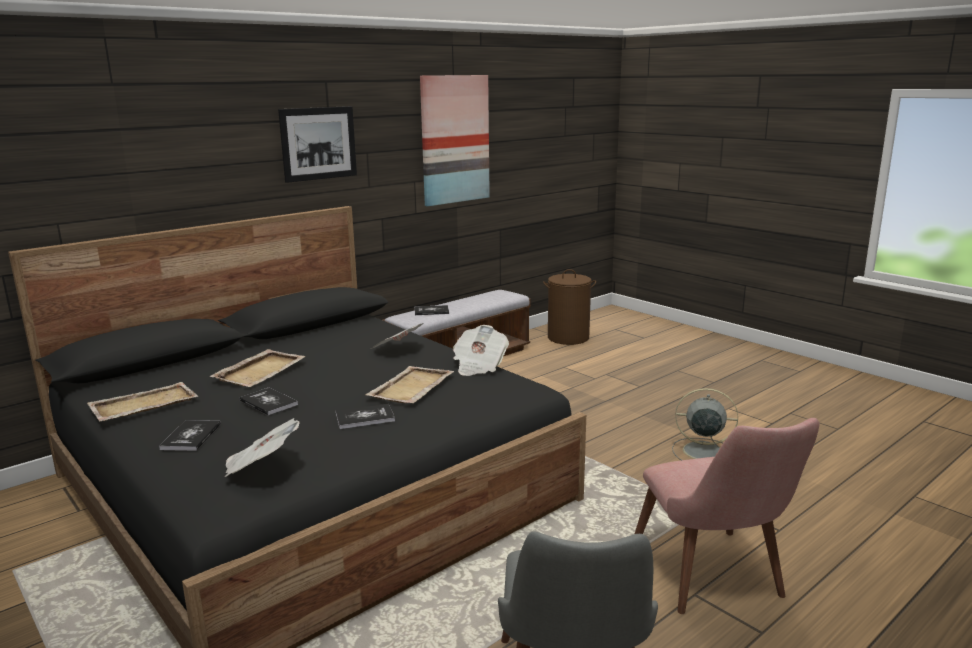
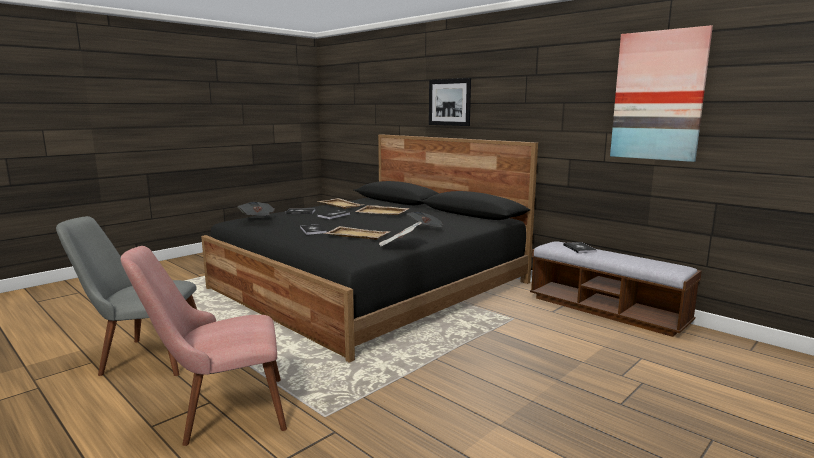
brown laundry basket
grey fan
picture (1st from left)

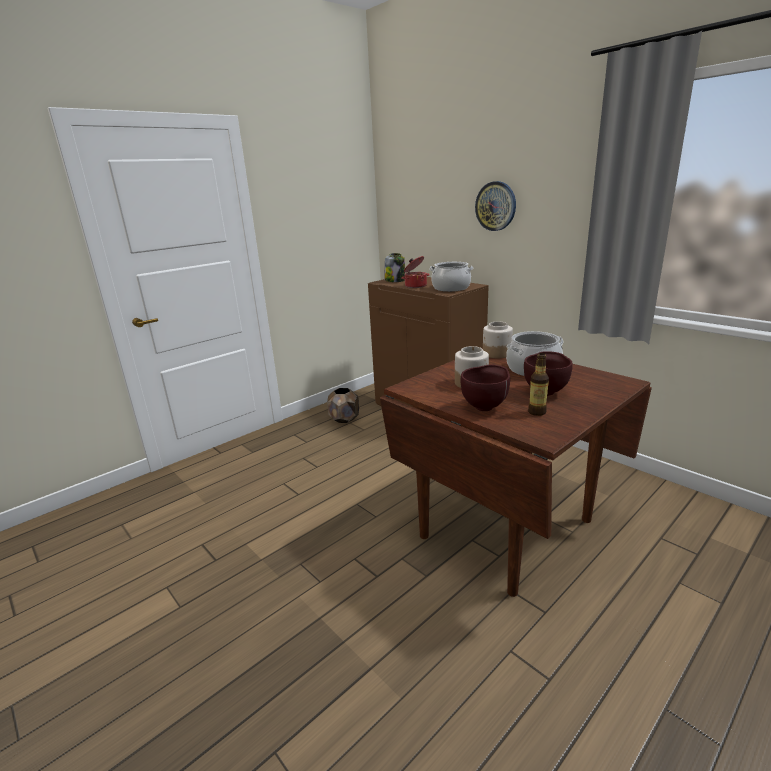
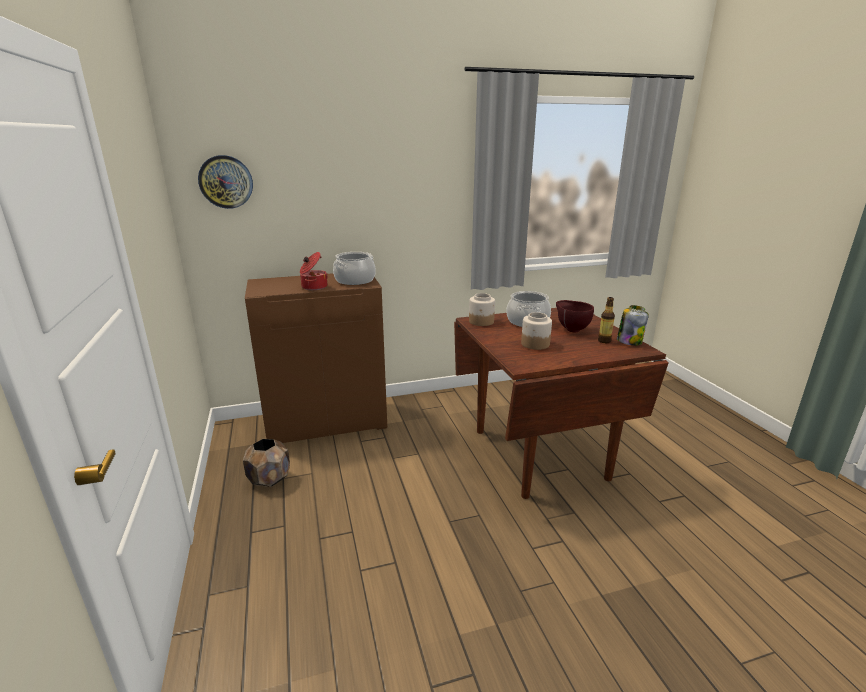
brown bowl (1st from left in the first image)
jar (3rd from left)
wall clock

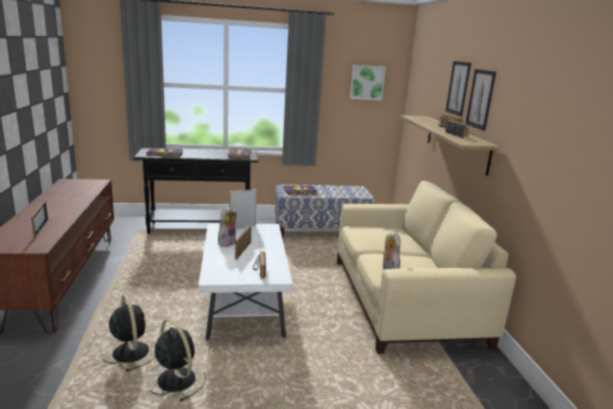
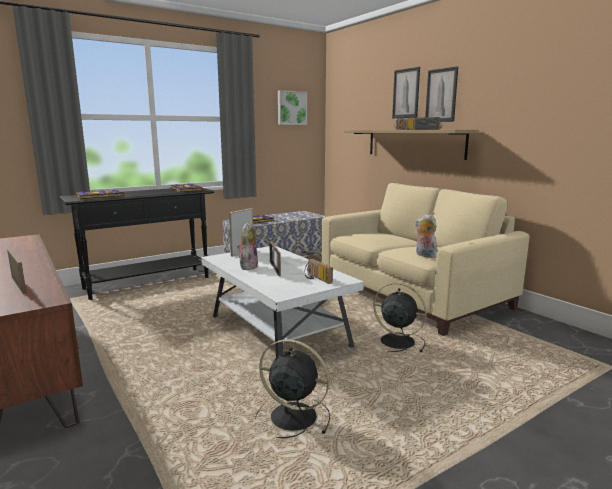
black fan (2nd from left)

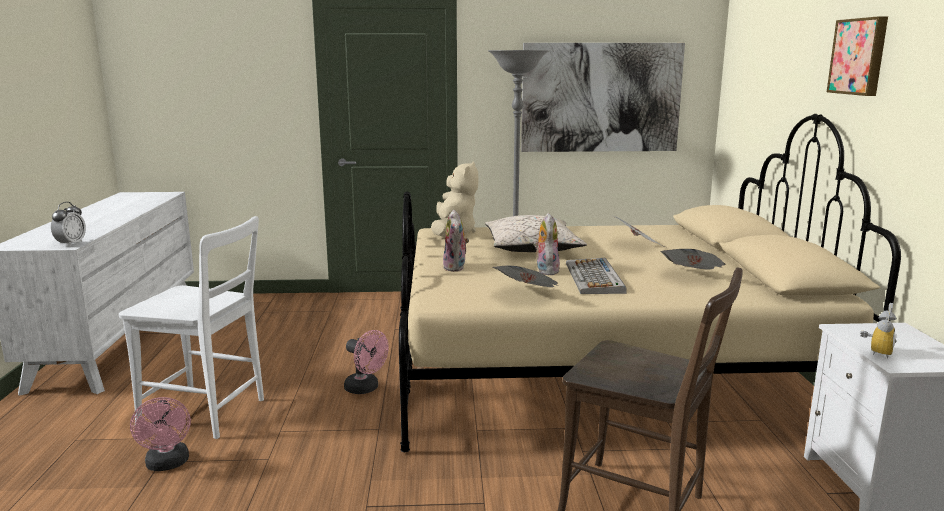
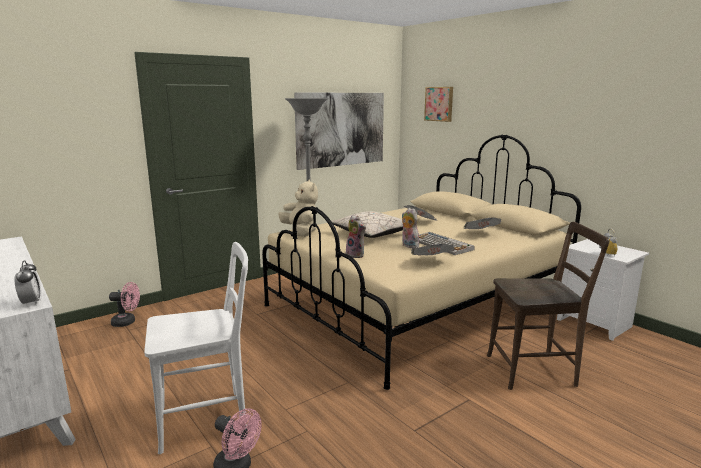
pink fan (1st from left)
picture (2nd from left)

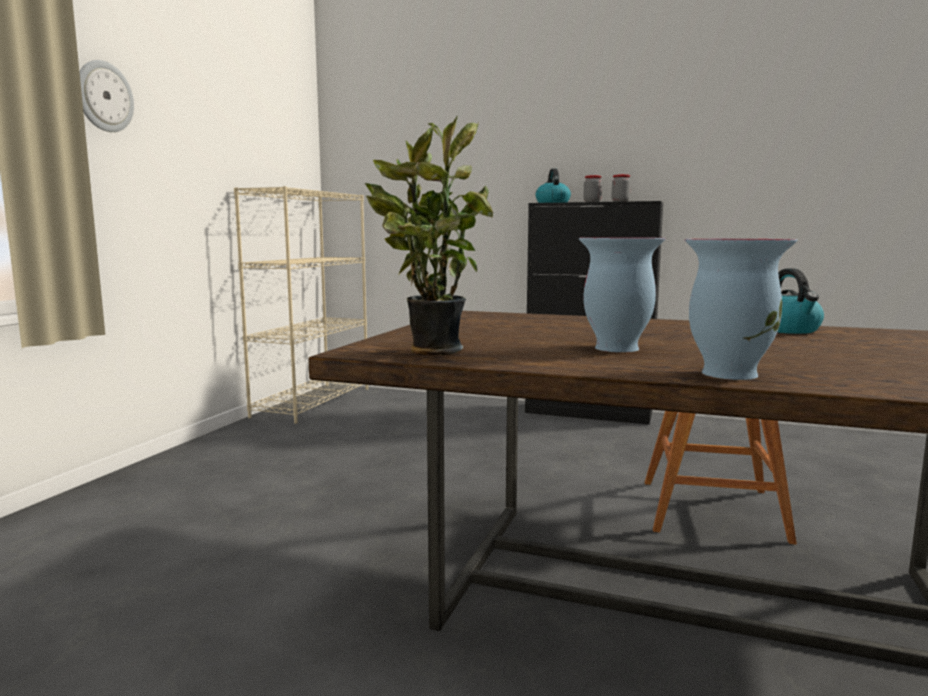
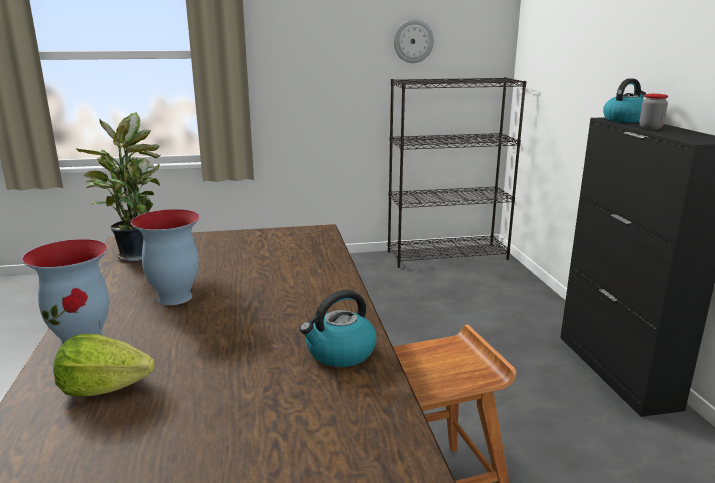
jar (2nd from left in the first image)
lettuce
wall clock
black bookcase

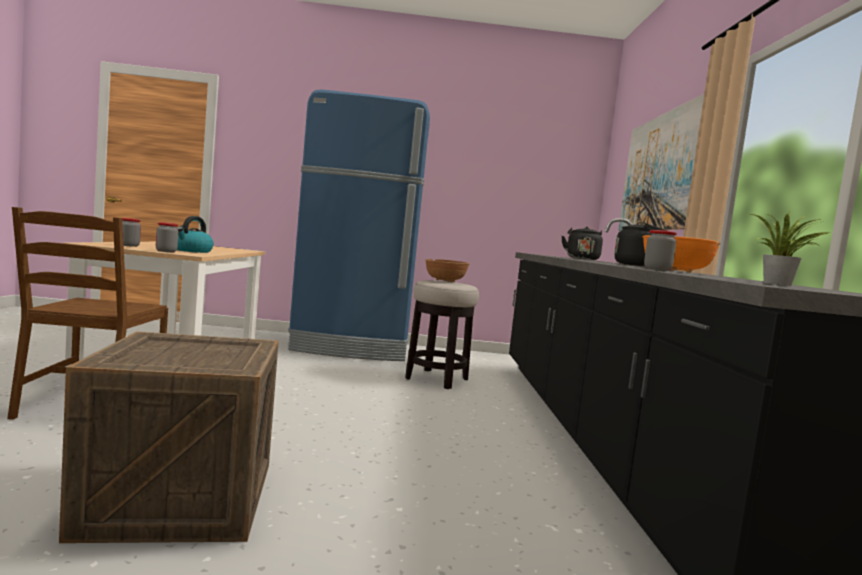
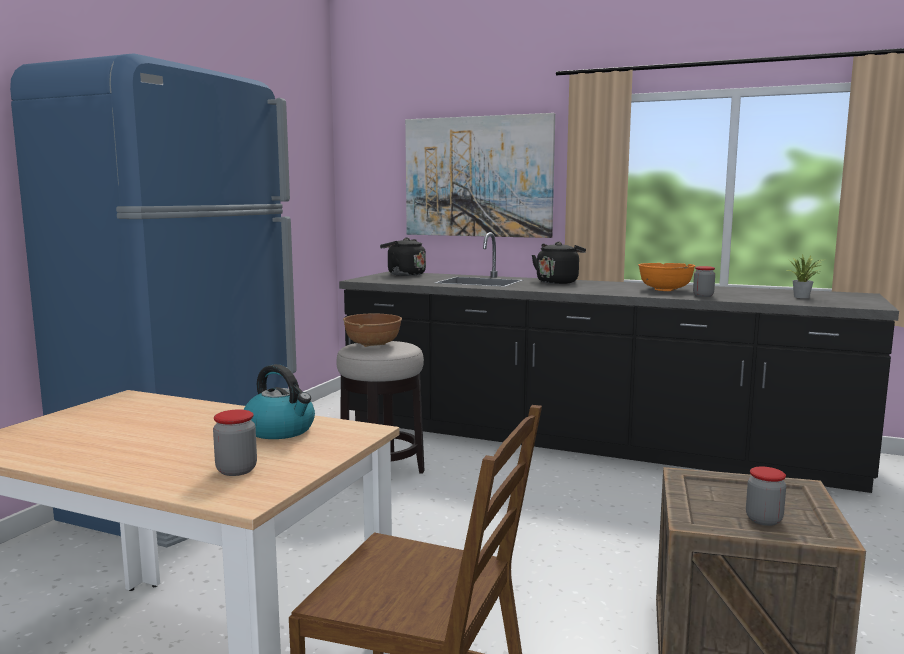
jar (3rd from left)

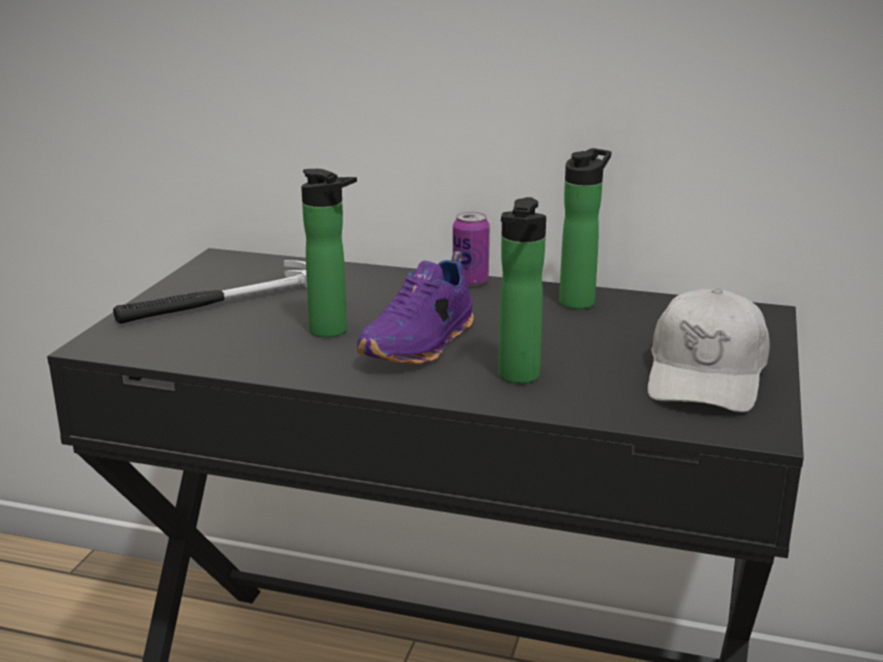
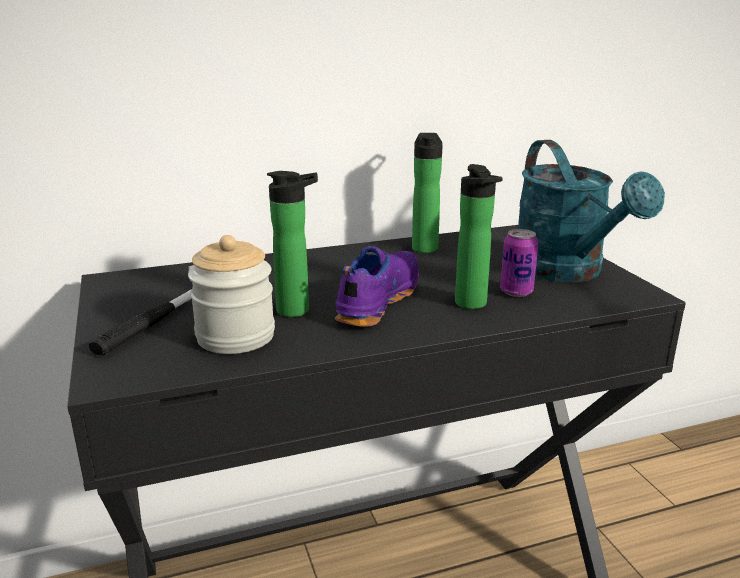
jar
can
turquoise watering can
purple shoe

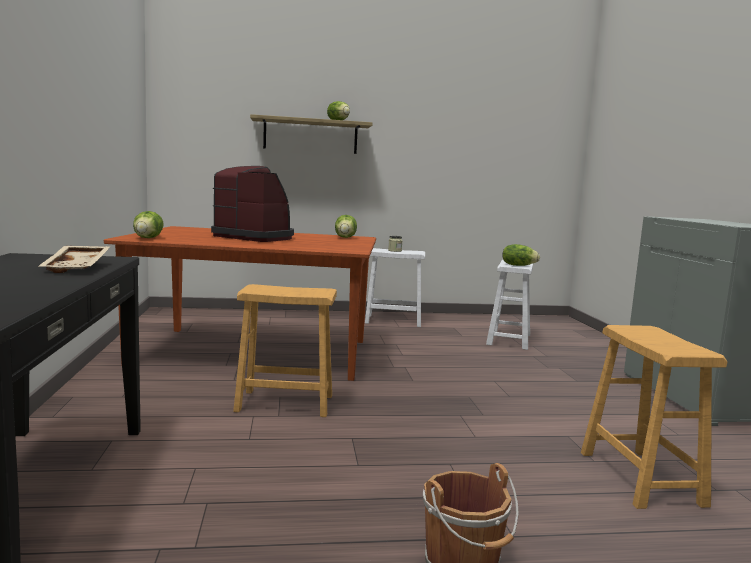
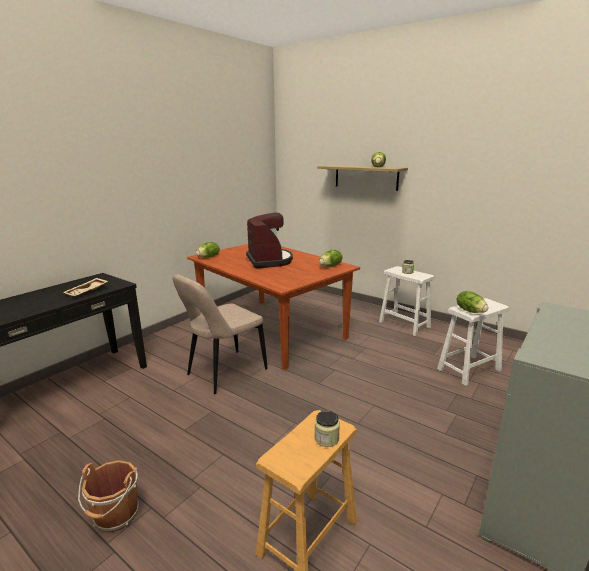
jar (1st from left)
beige chair

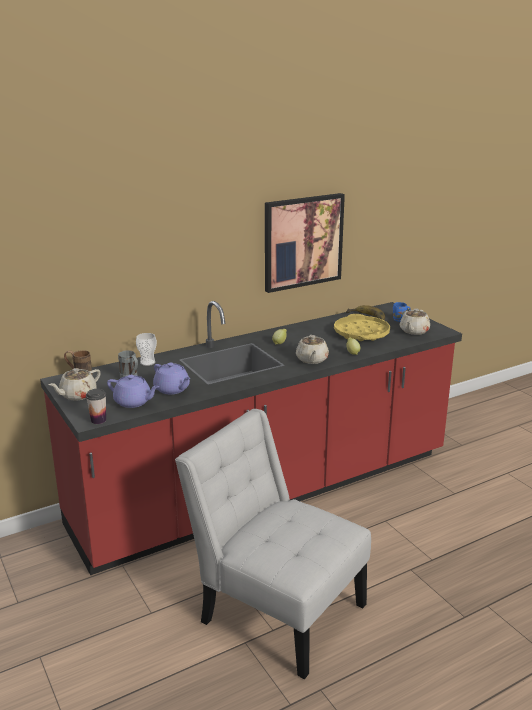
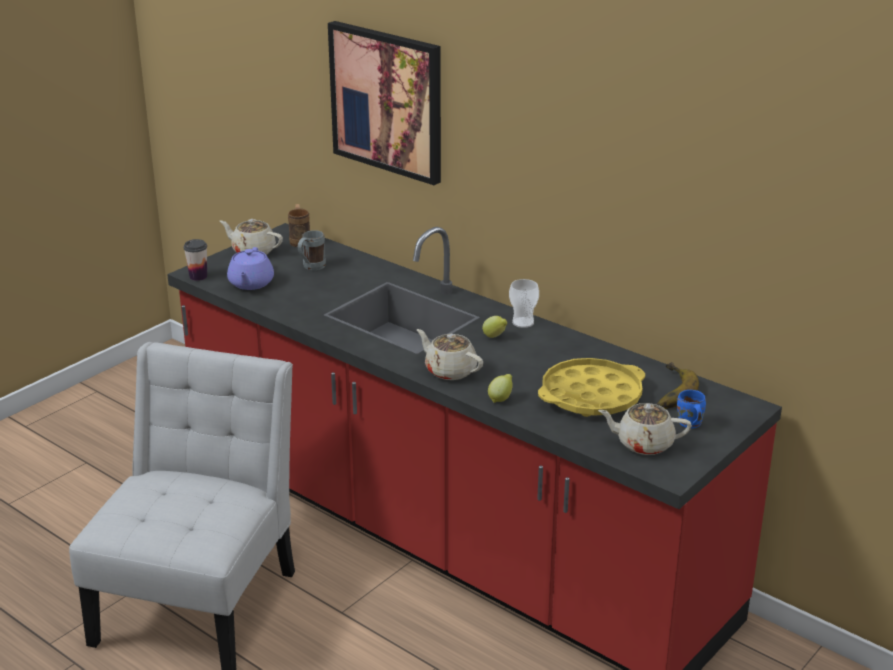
purple teapot (2nd from left in the first image)
cup (2nd from left)
picture
beige teapot (2nd from left)

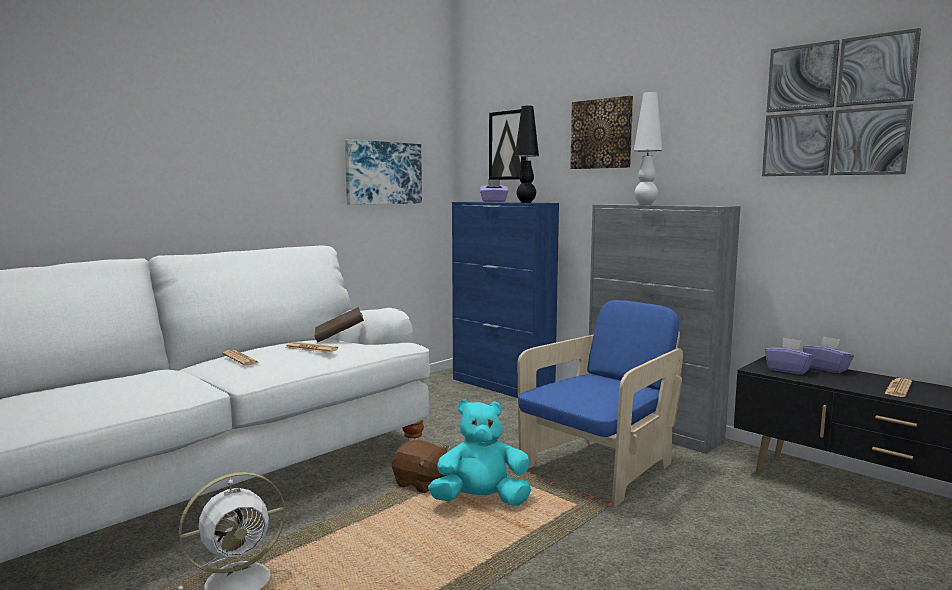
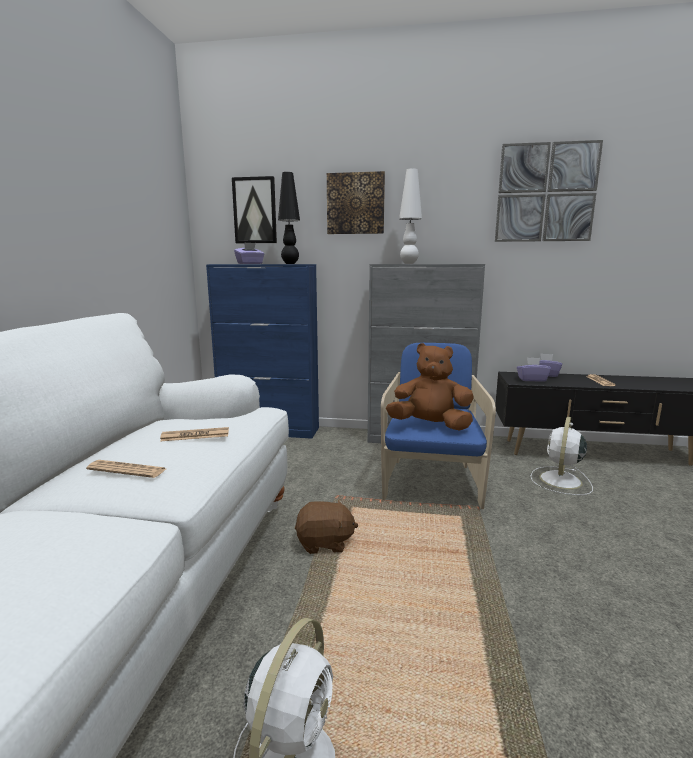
brown book
picture (1st from left in the first image)
turquoise plush toy
brown plush toy (2nd from left)
white fan (2nd from left)

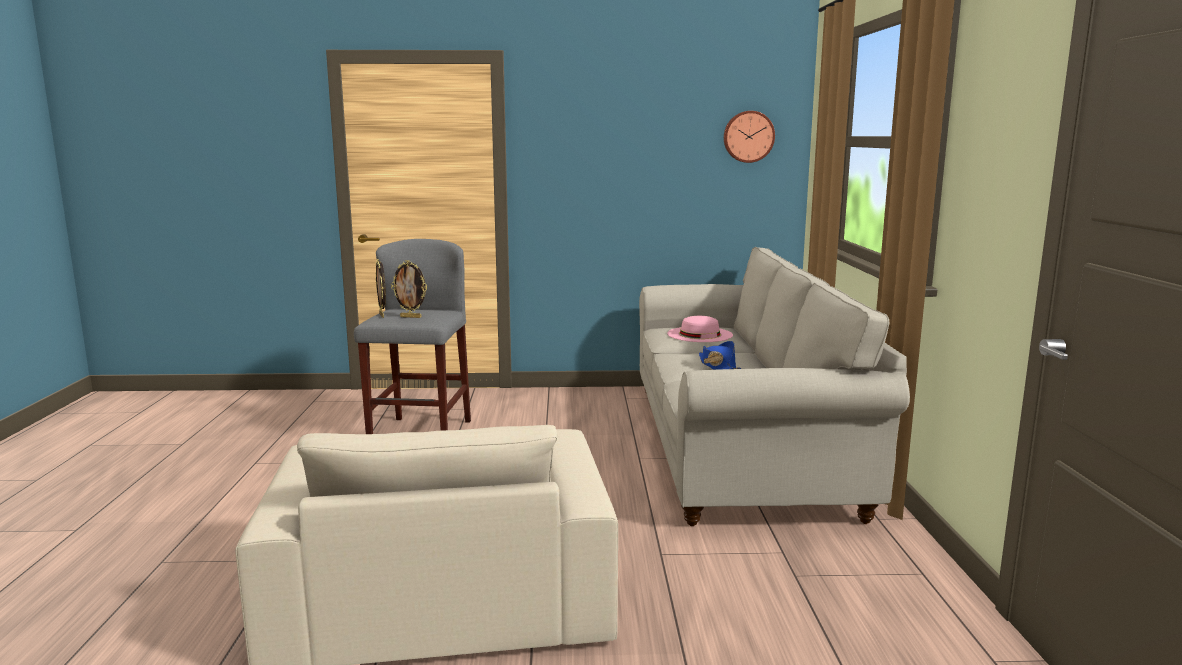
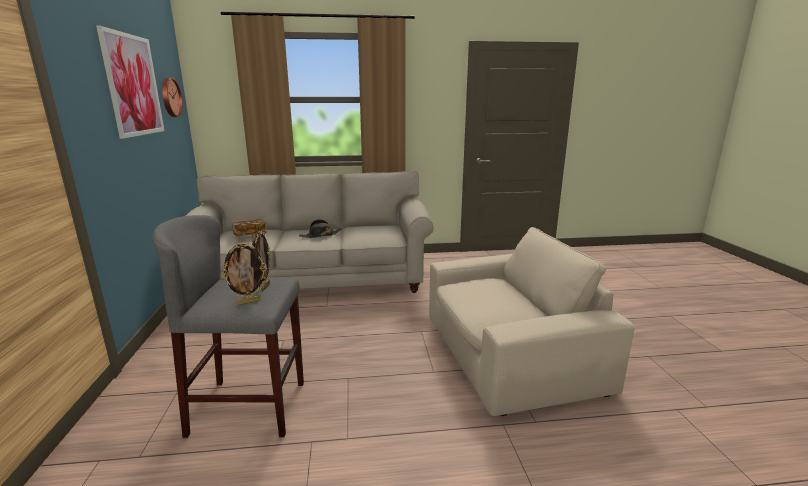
picture
book
black hat

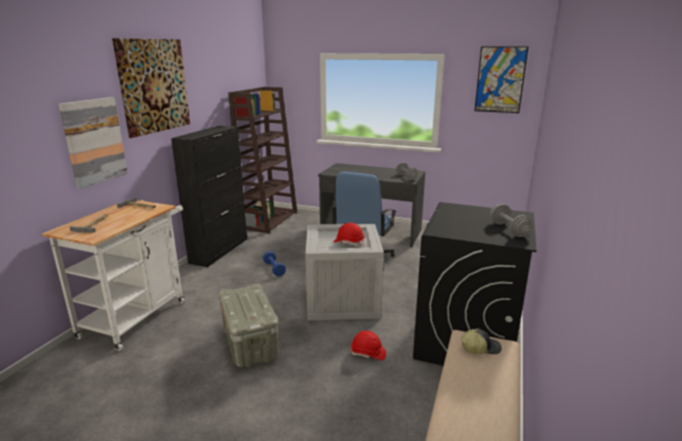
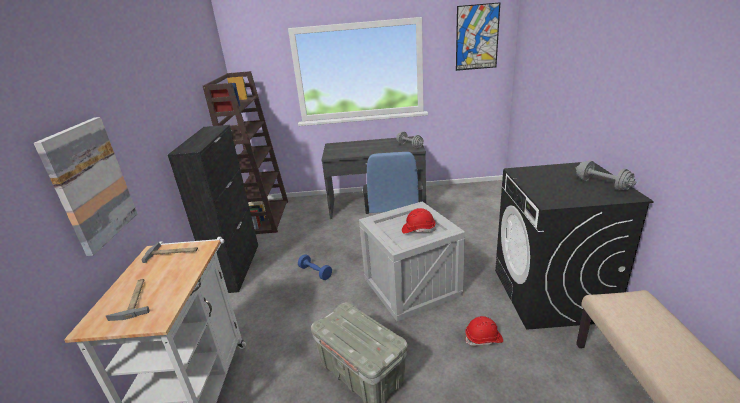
picture (2nd from left in the first image)
cap

